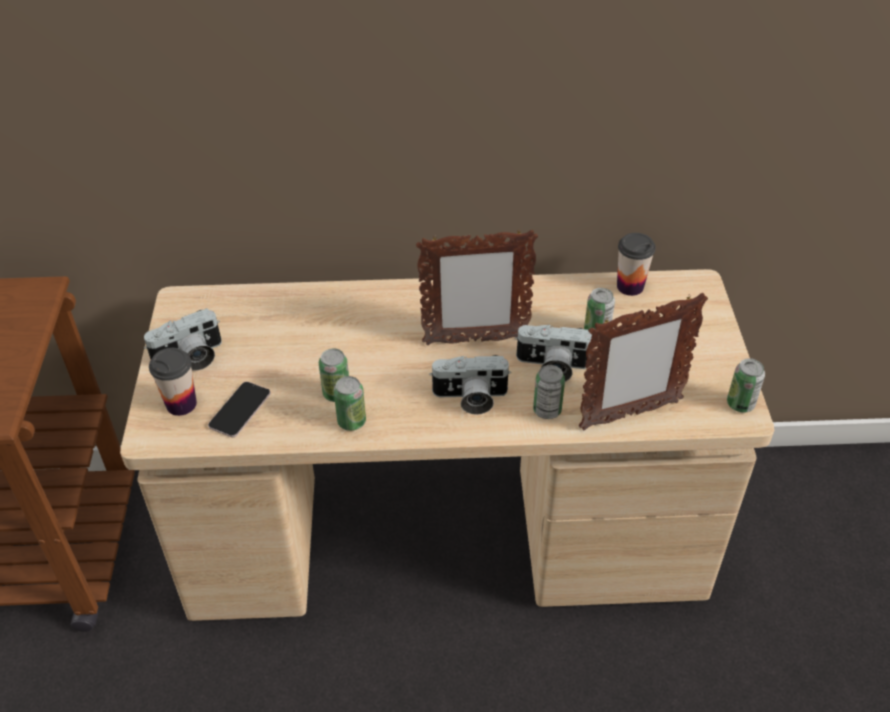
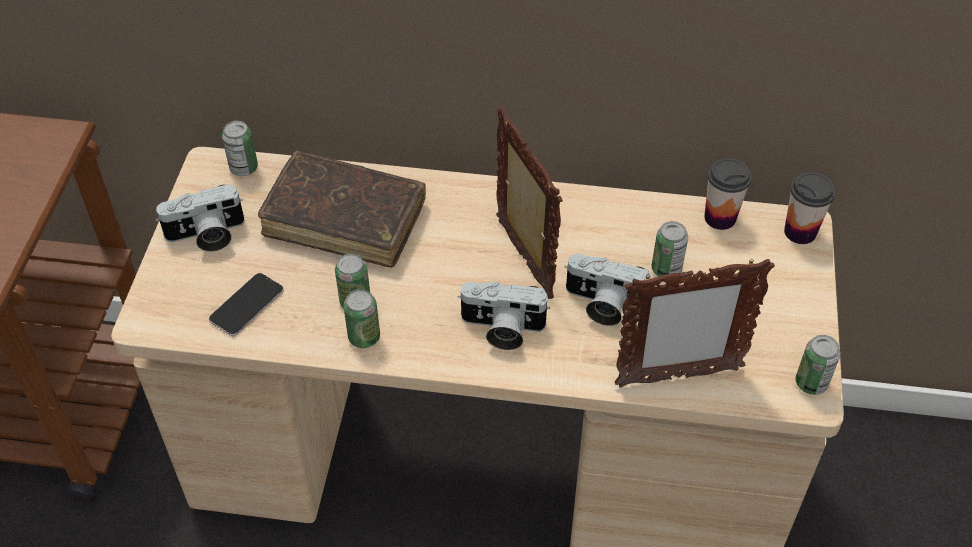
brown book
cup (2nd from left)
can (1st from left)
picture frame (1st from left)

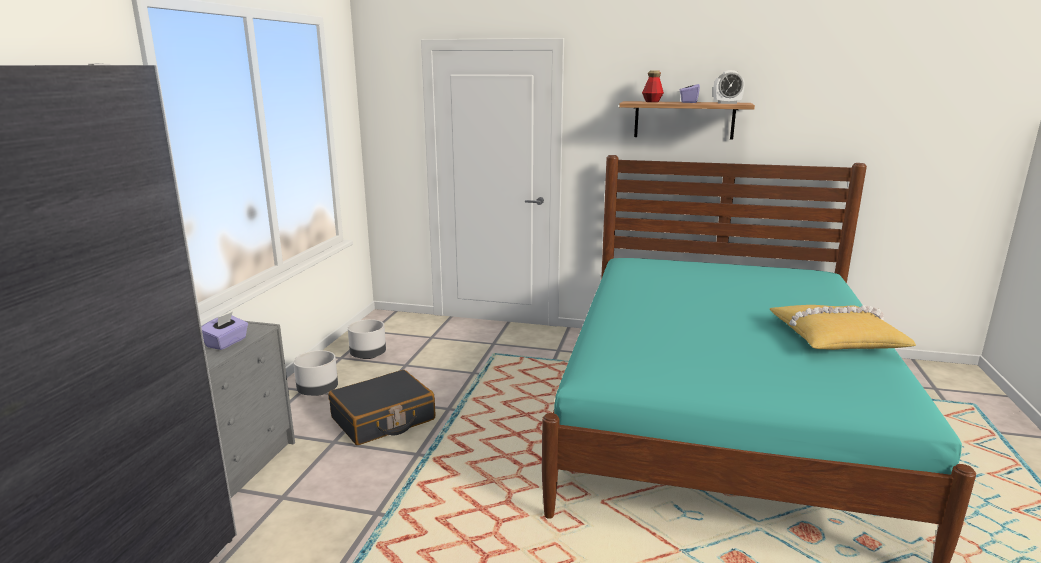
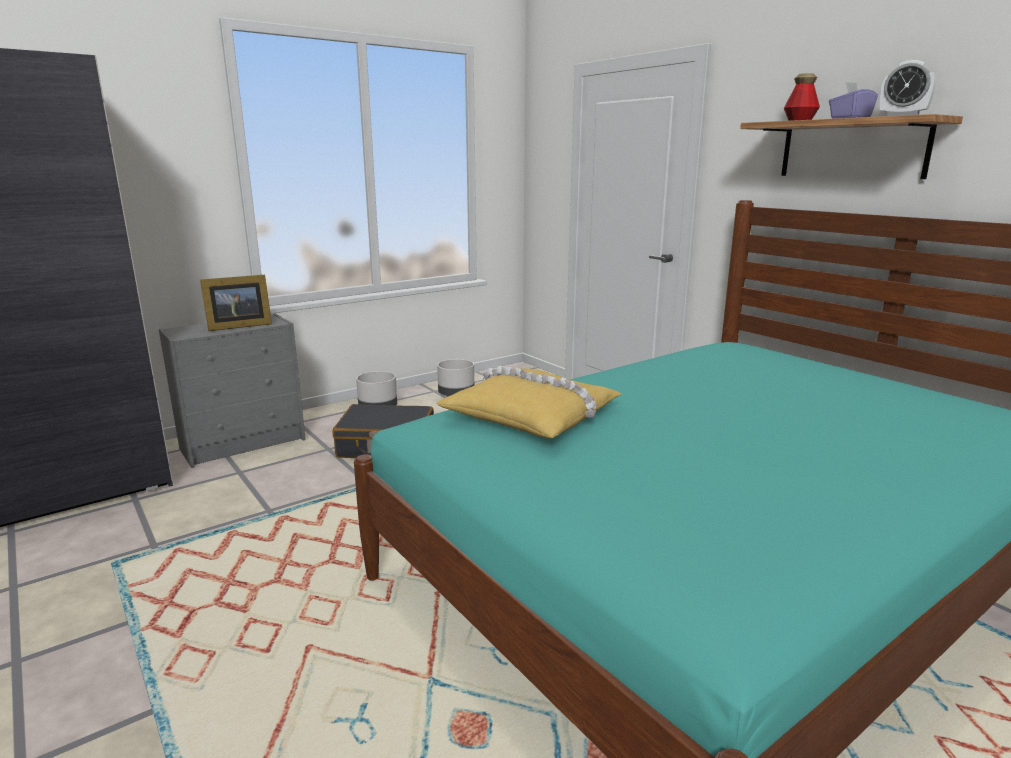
yellow pillow
picture frame

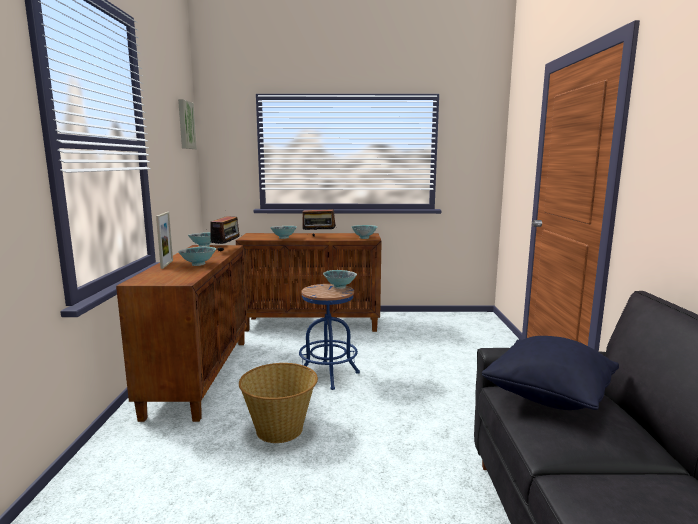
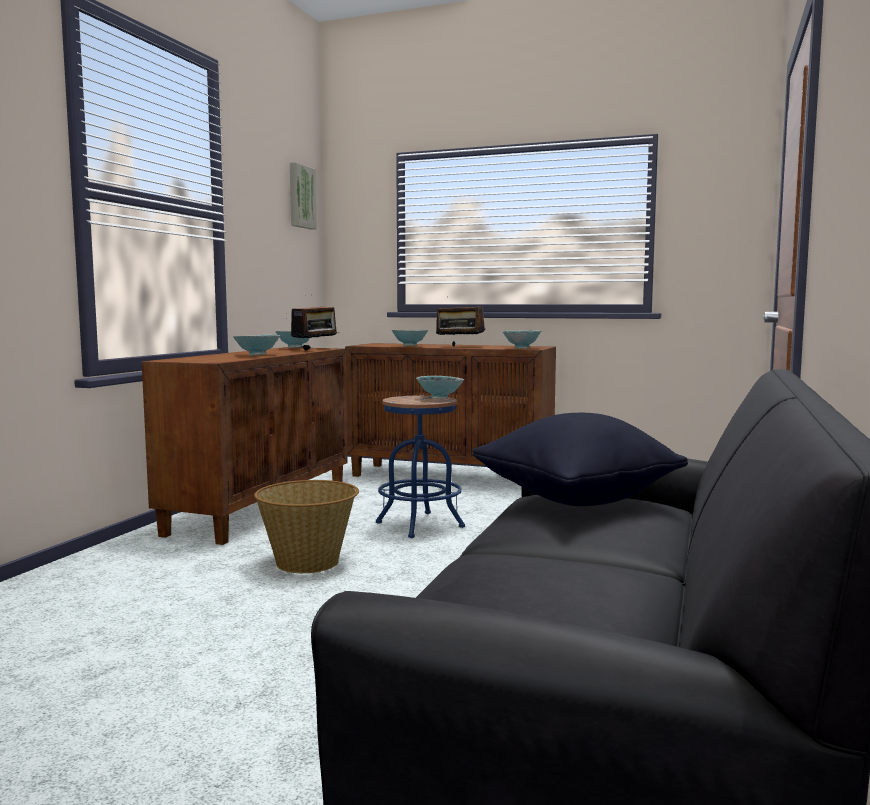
picture frame

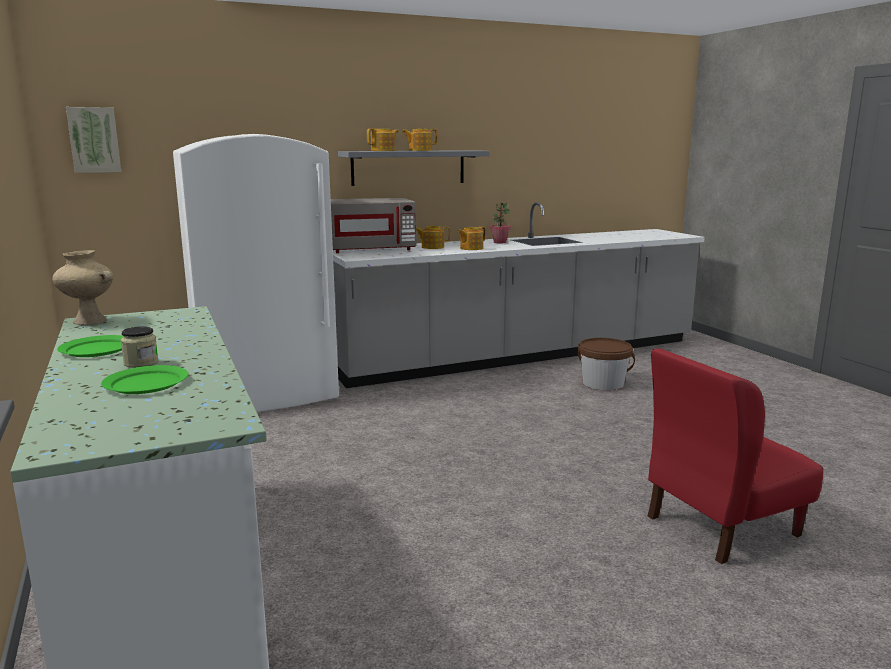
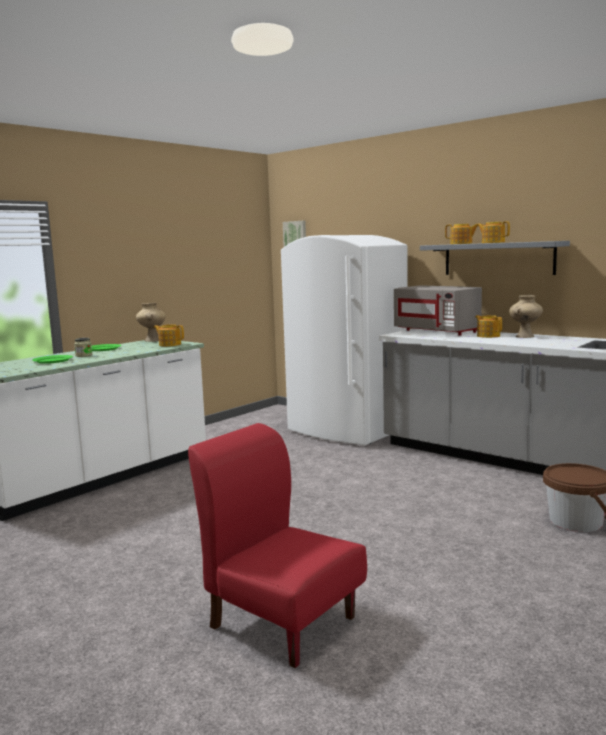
potted plant
beige vase (2nd from left)
teapot (1st from left)

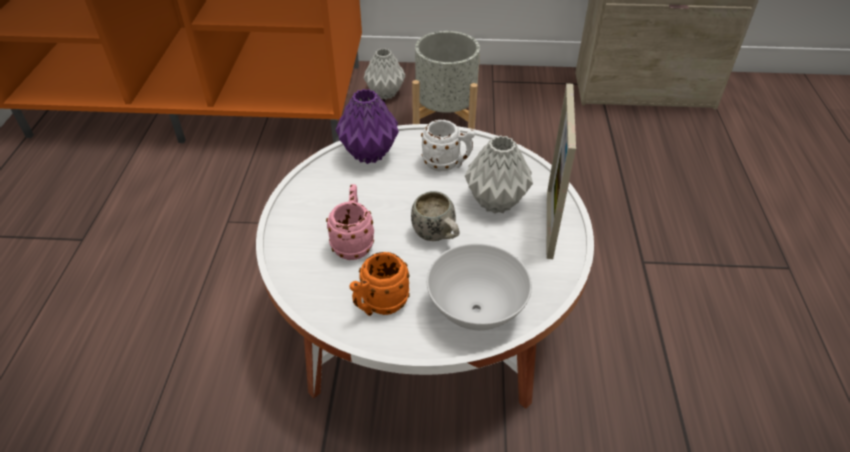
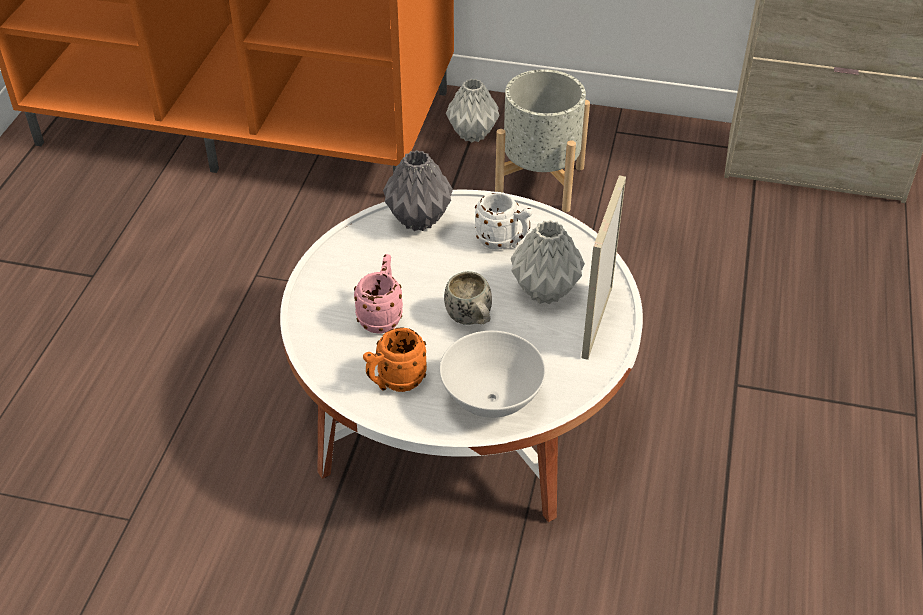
grey vase (1st from left)

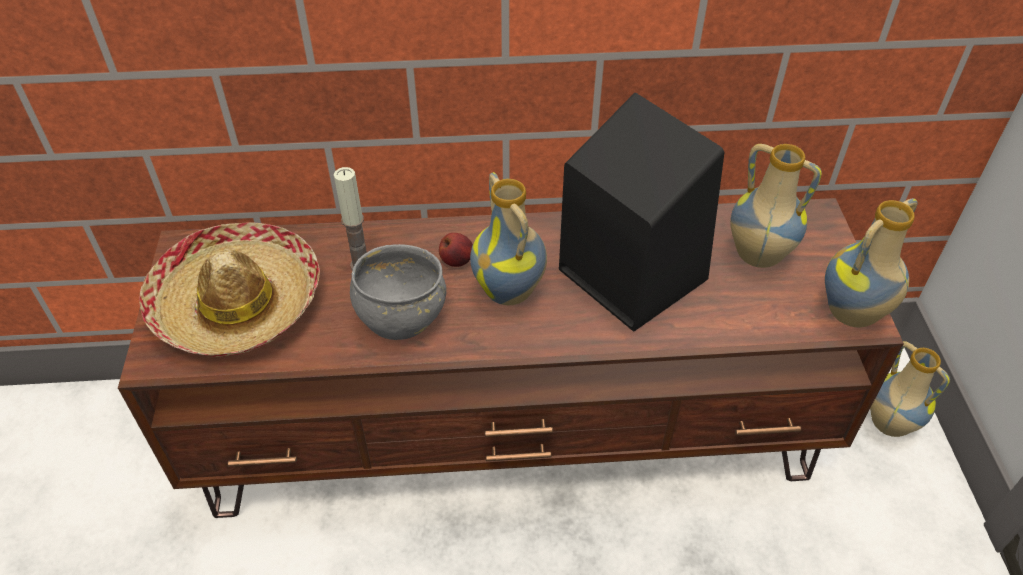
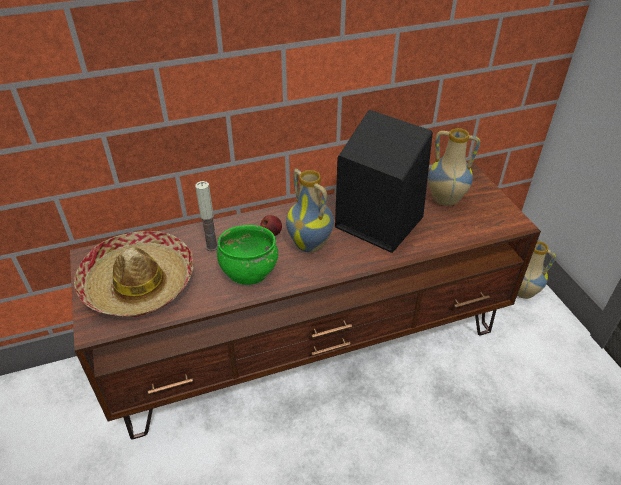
vase (3rd from left in the first image)
green bowl

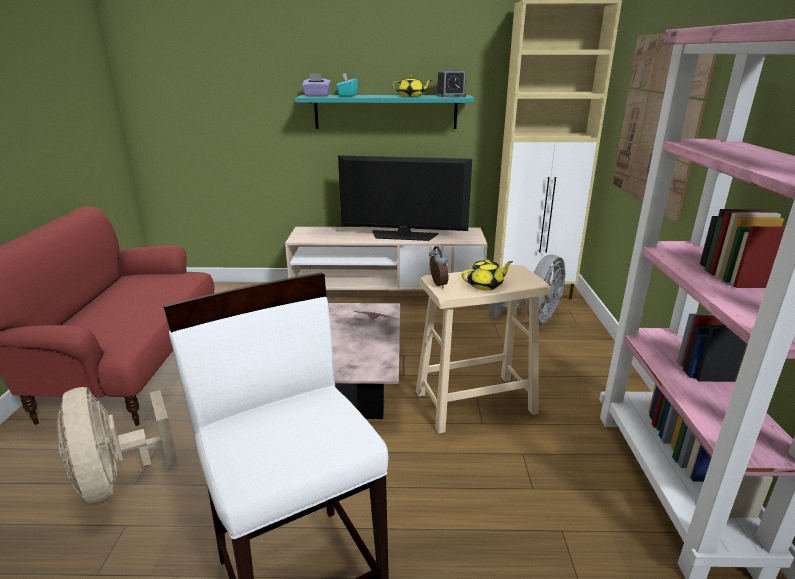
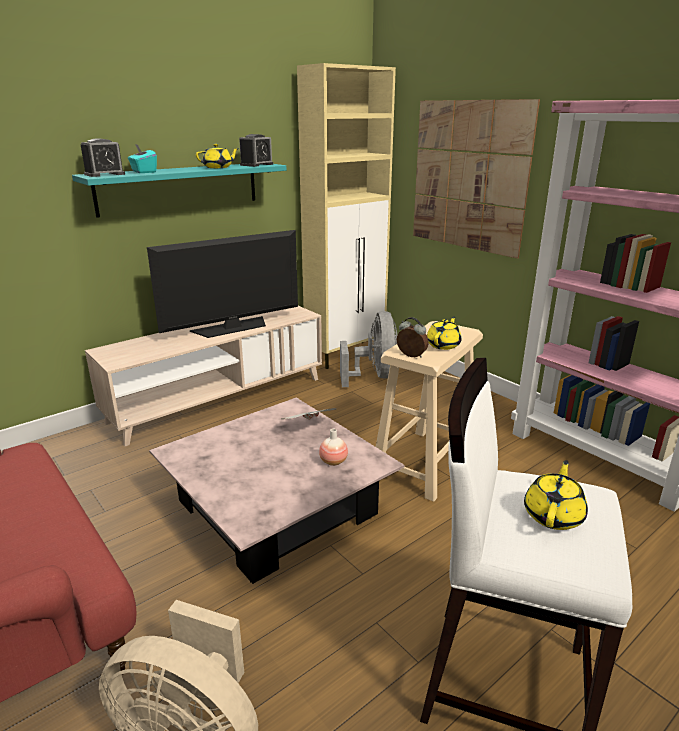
vase
yellow teapot (3rd from left)
alarm clock (1st from left)

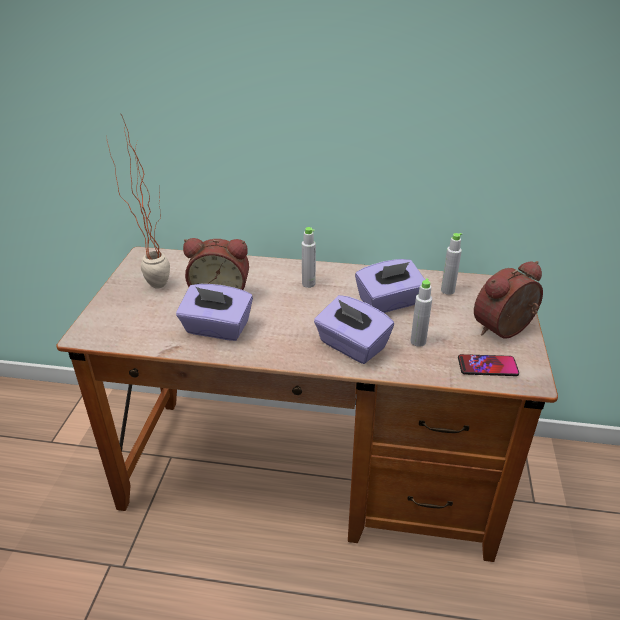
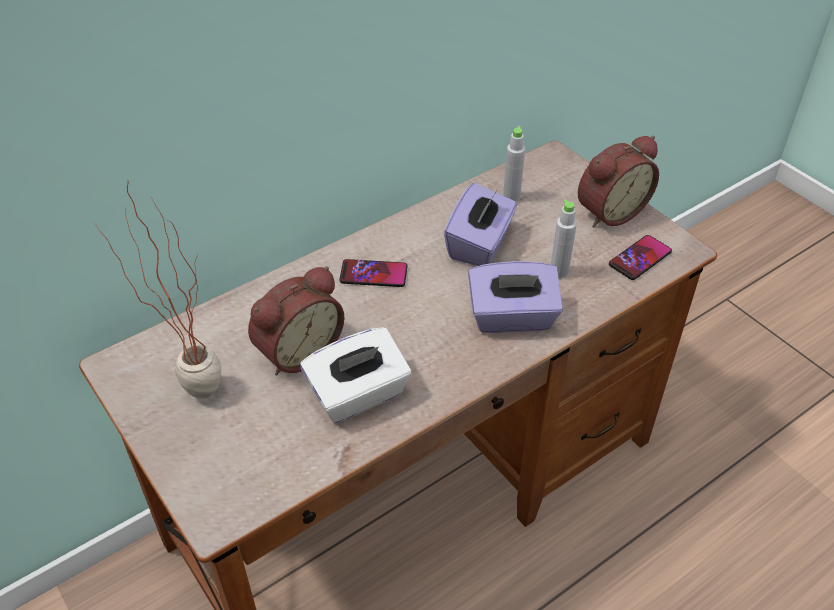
phone (1st from left)
white tissue box
alarm clock (2nd from left)

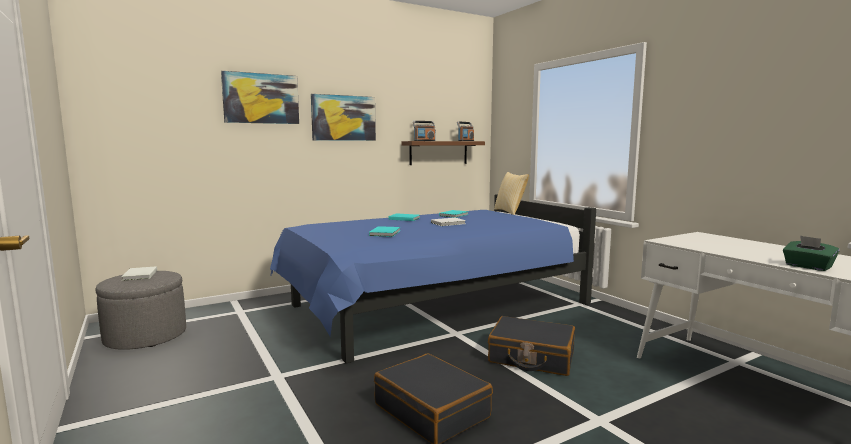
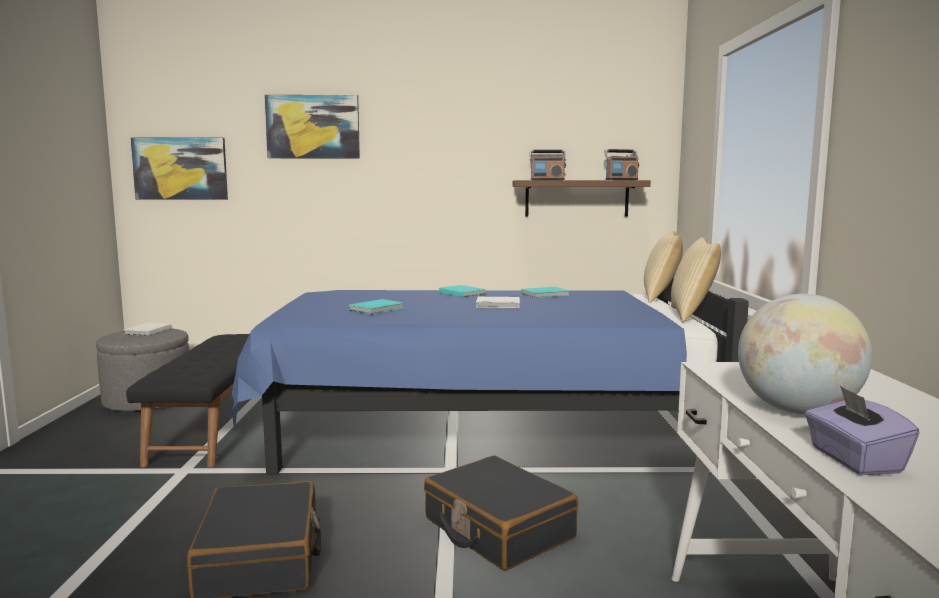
black bench
pillow (2nd from left)
globe
picture (1st from left)
purple tissue box

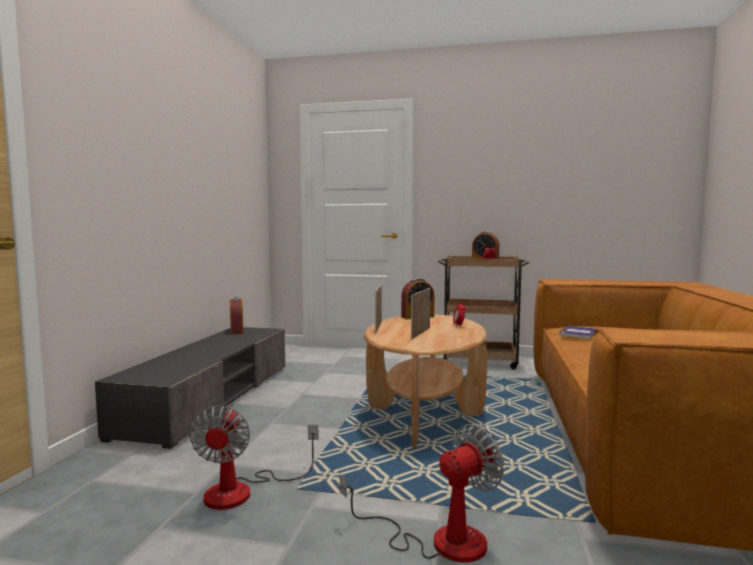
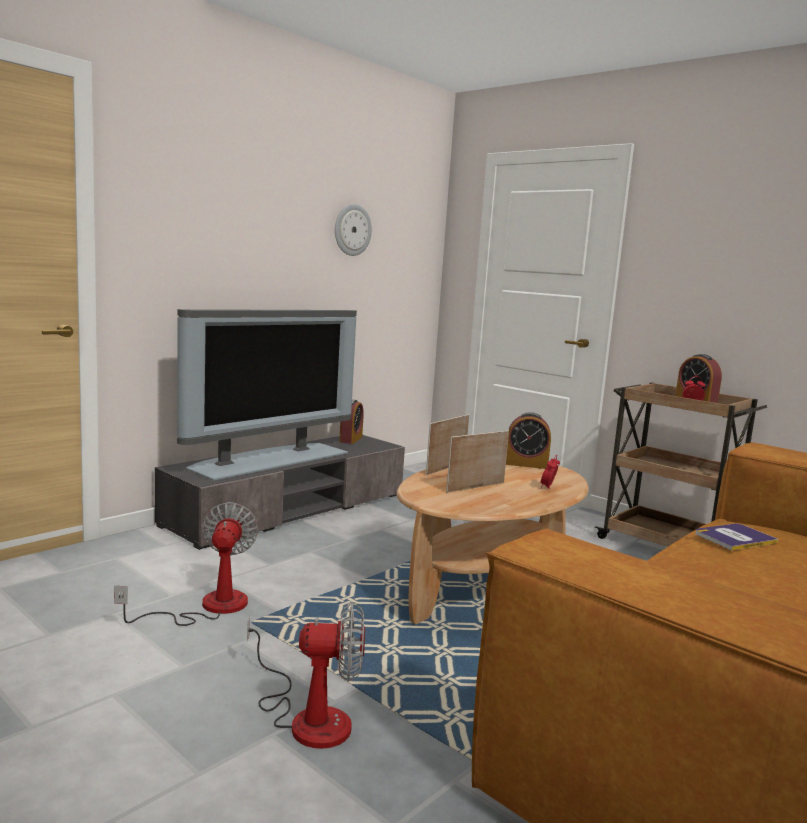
television
wall clock
fan (1st from left)

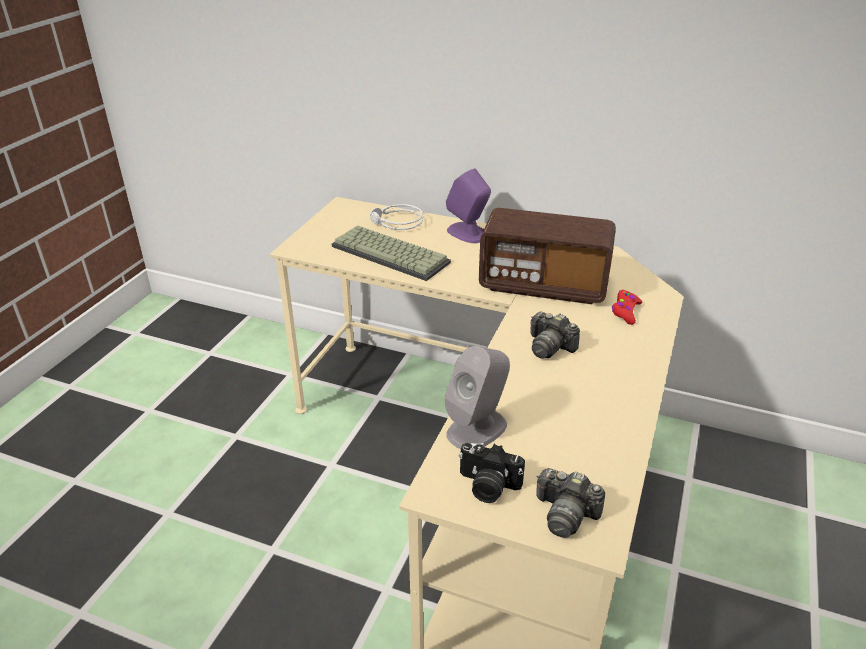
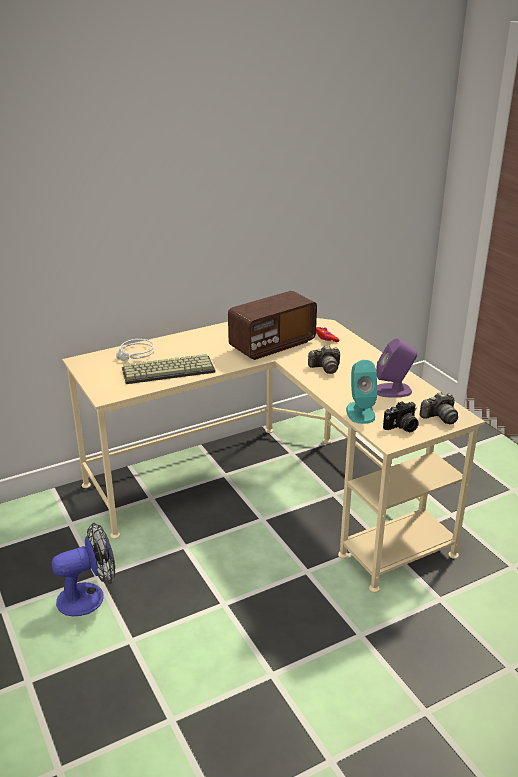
fan
purple speaker
turquoise speaker

